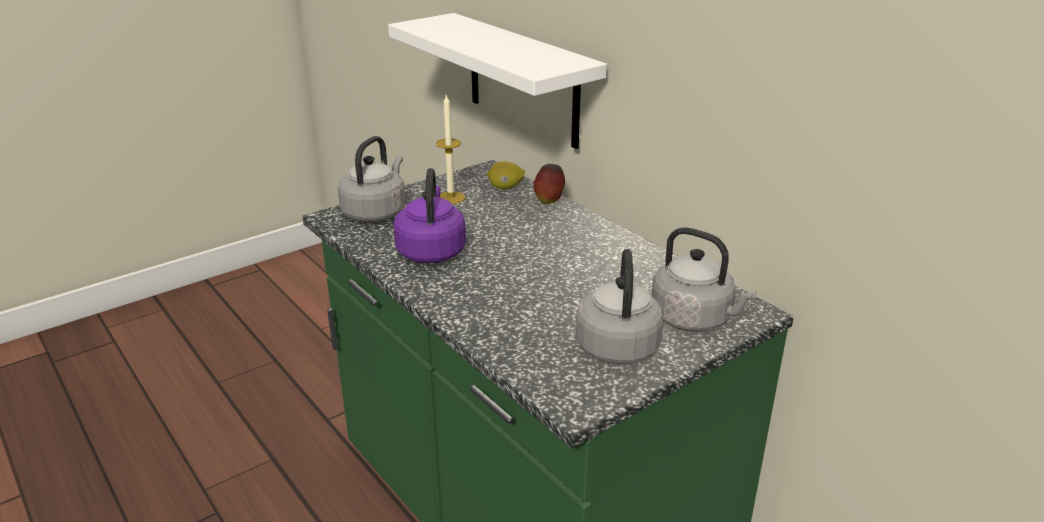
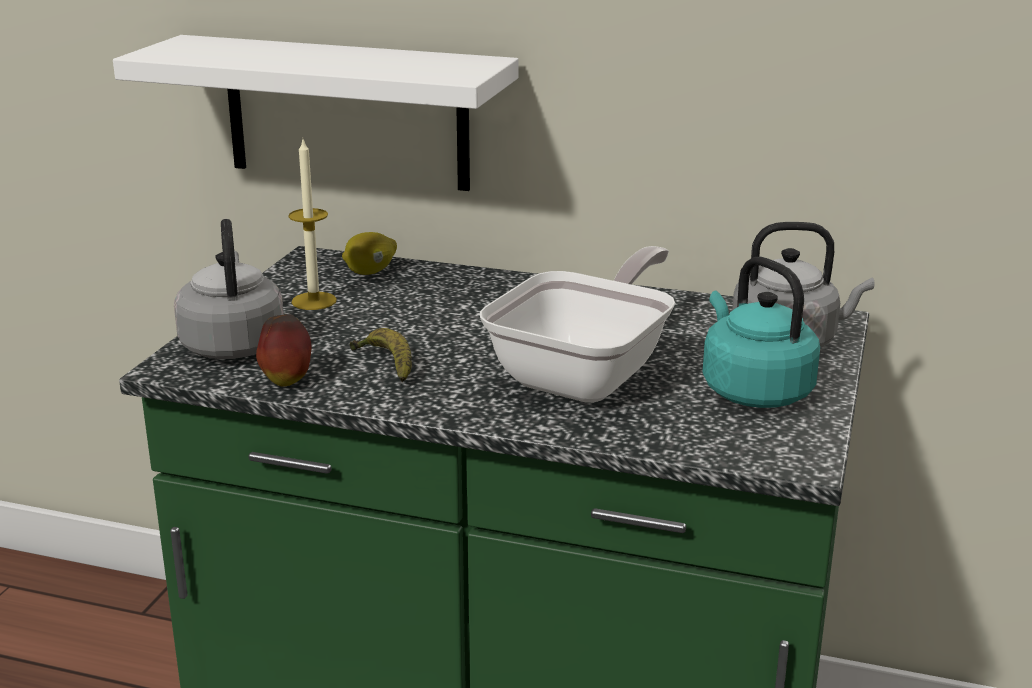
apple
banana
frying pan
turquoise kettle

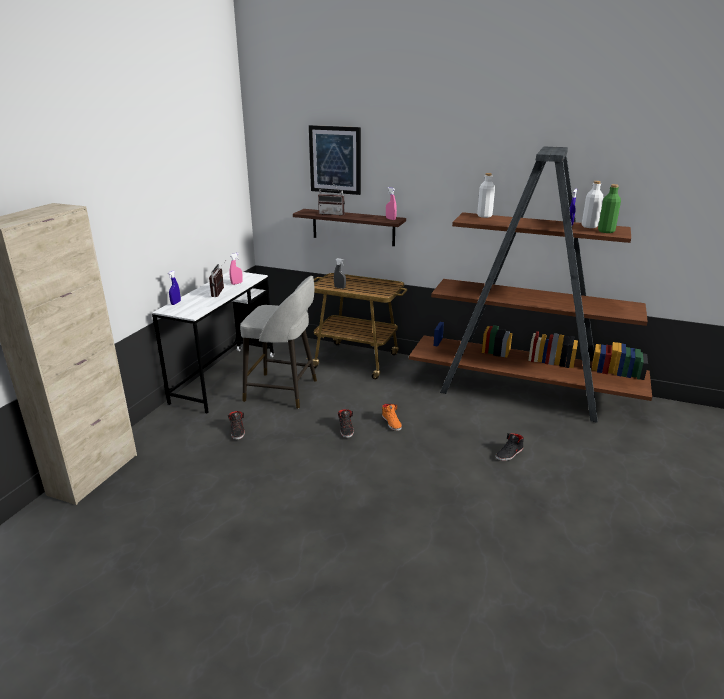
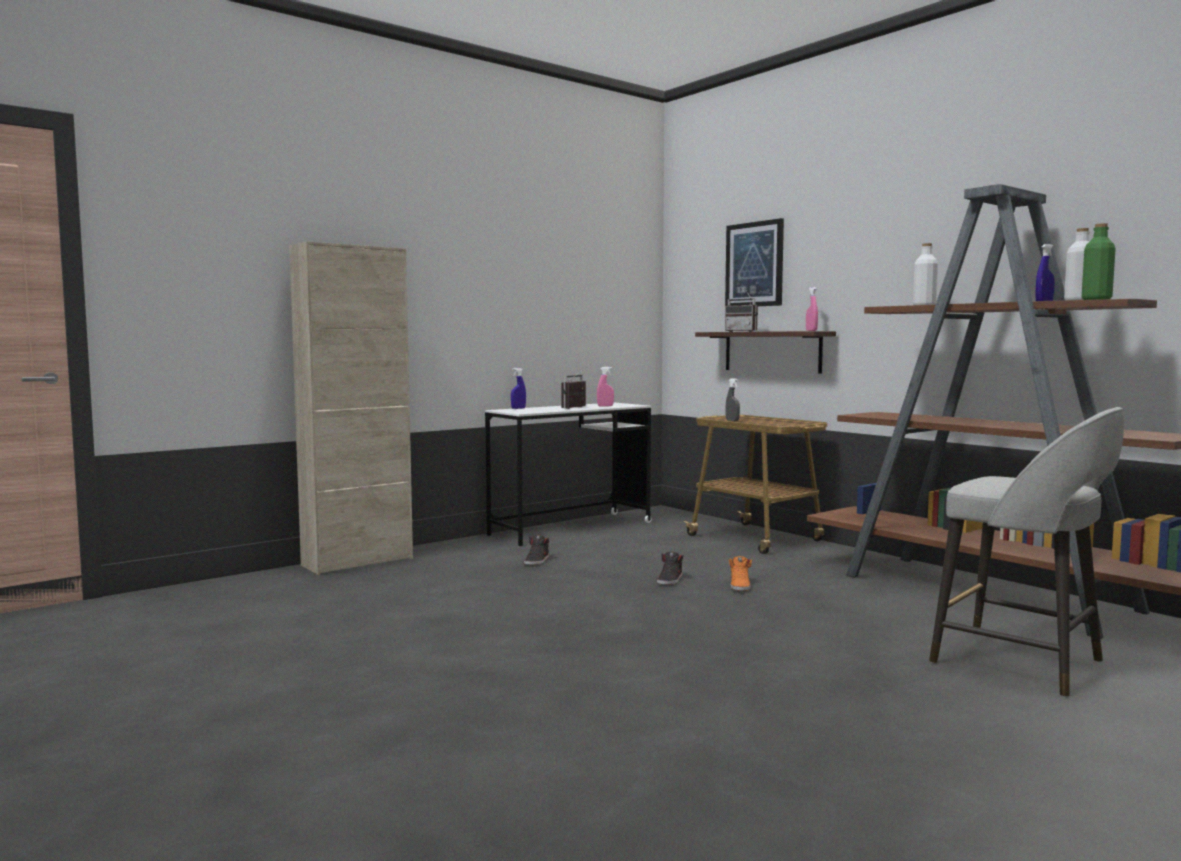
grey stool
black shoe (3rd from left in the first image)

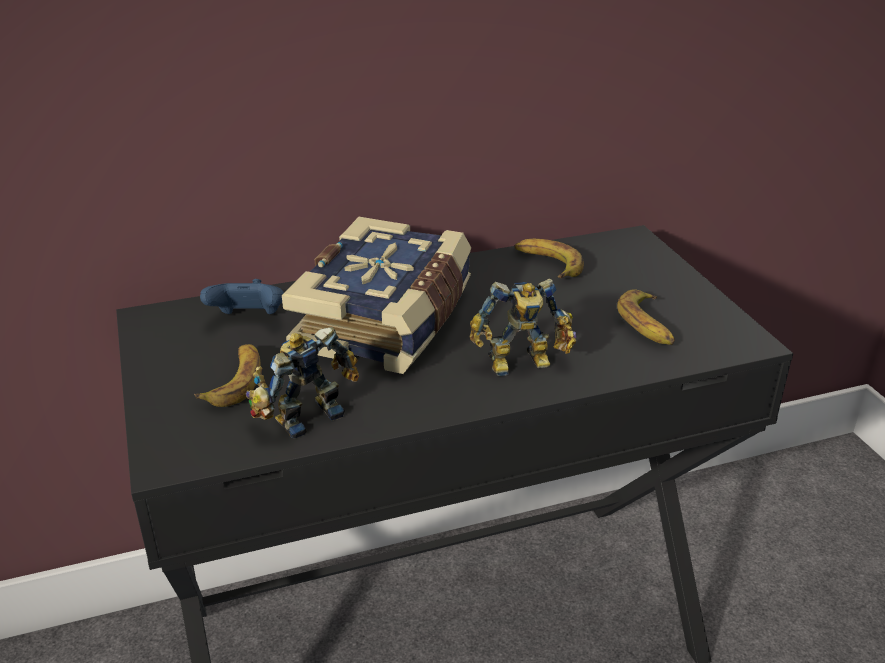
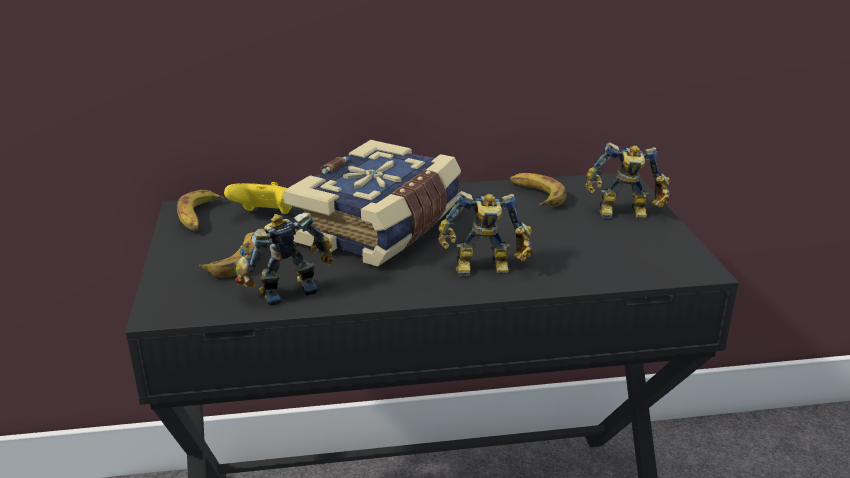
banana (1st from left)
yellow game controller
toy robot (3rd from left)

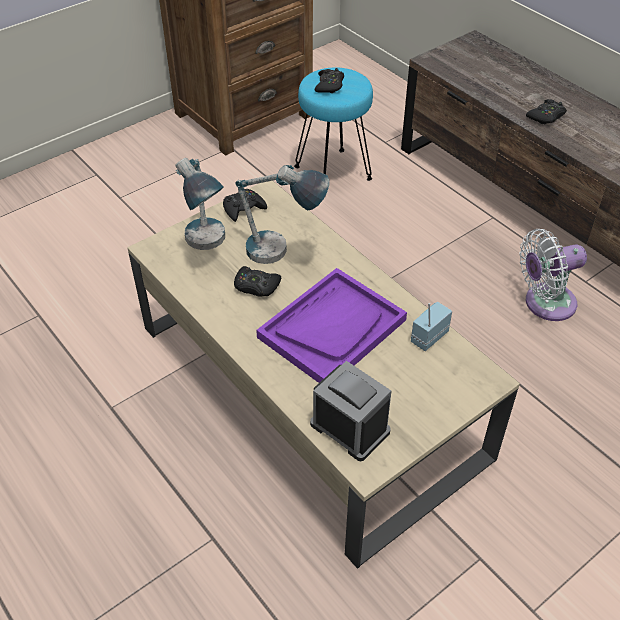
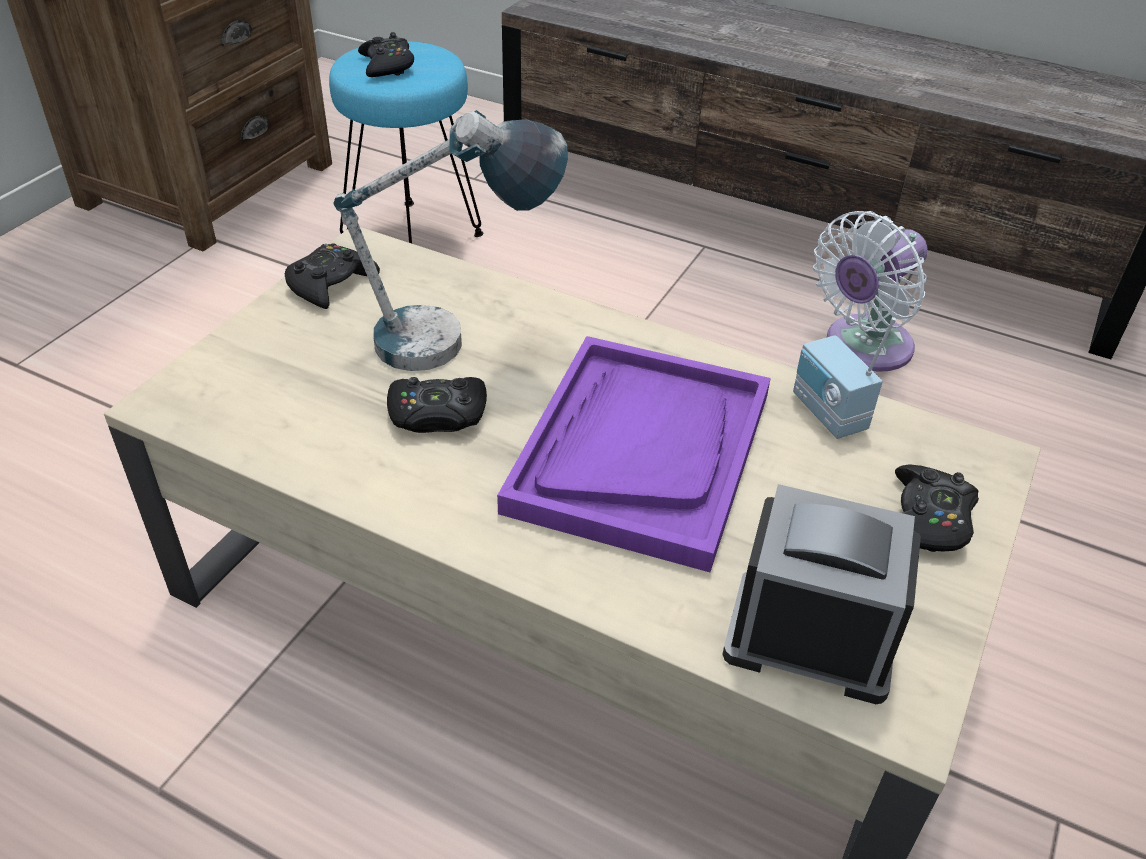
radio
black game controller (4th from left)
table lamp (1st from left in the first image)

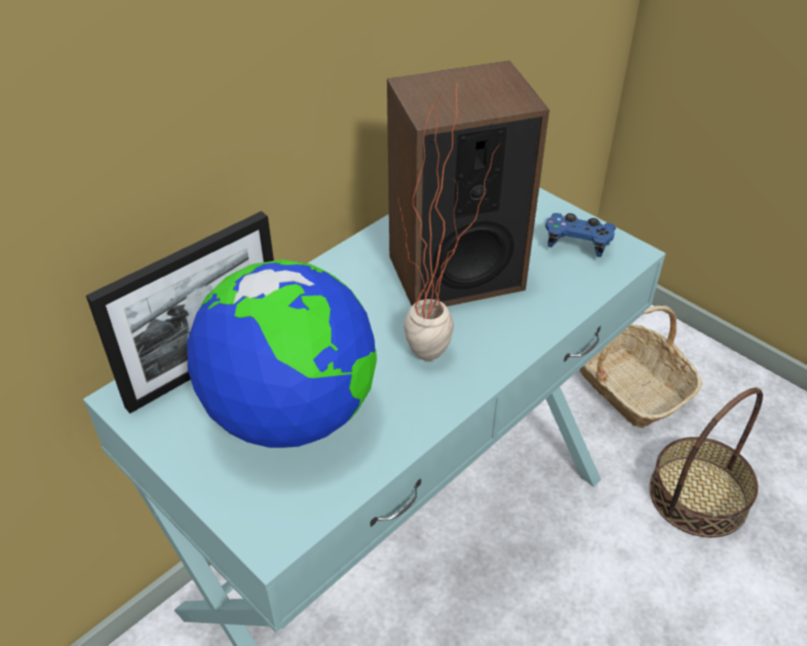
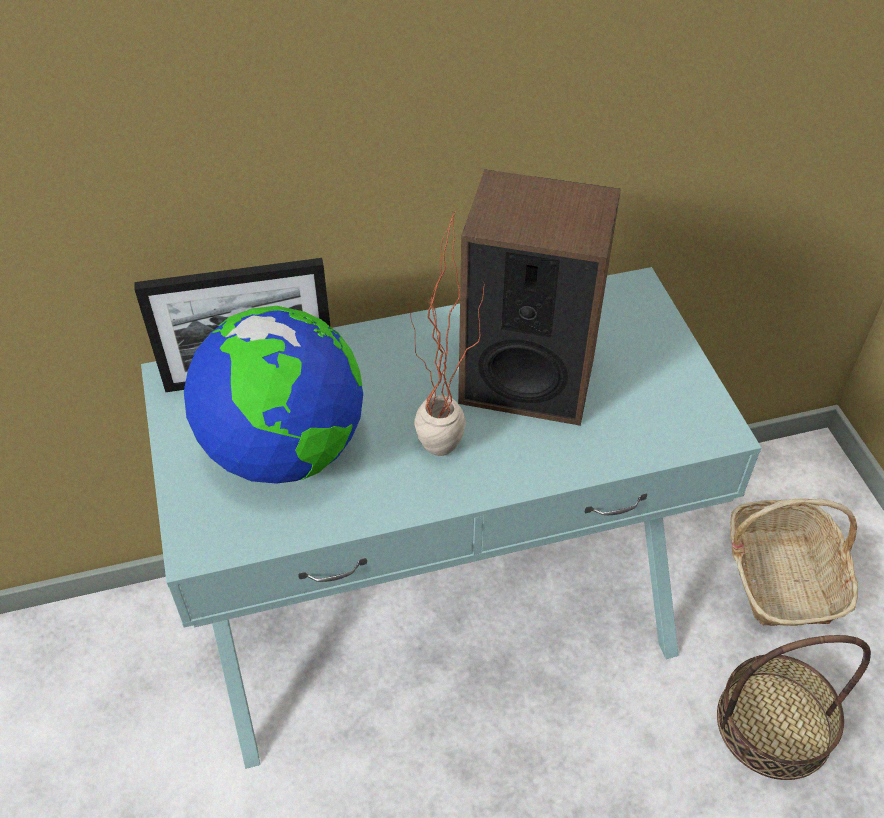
blue game controller

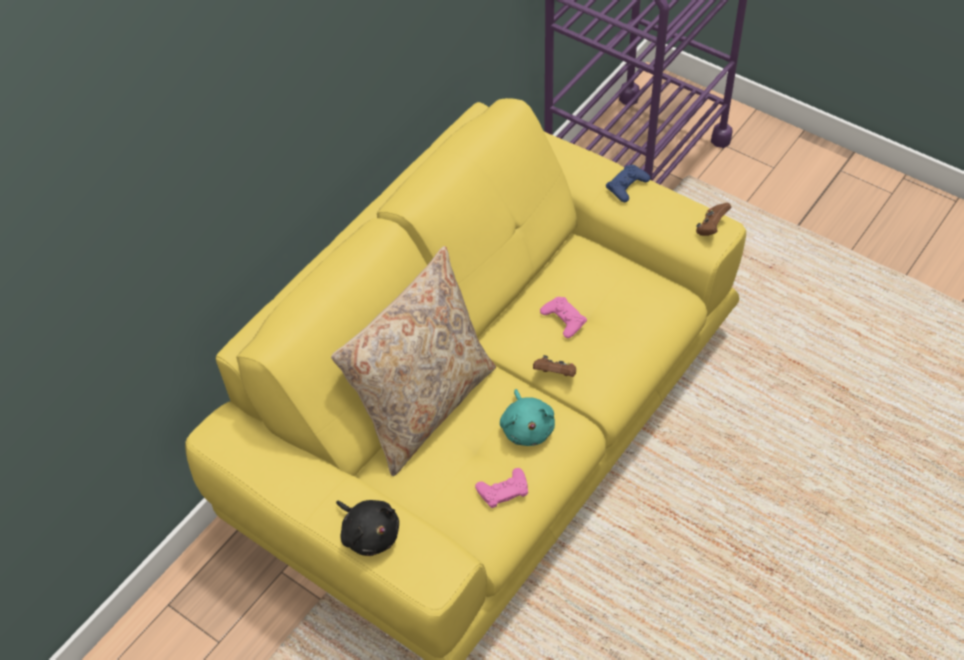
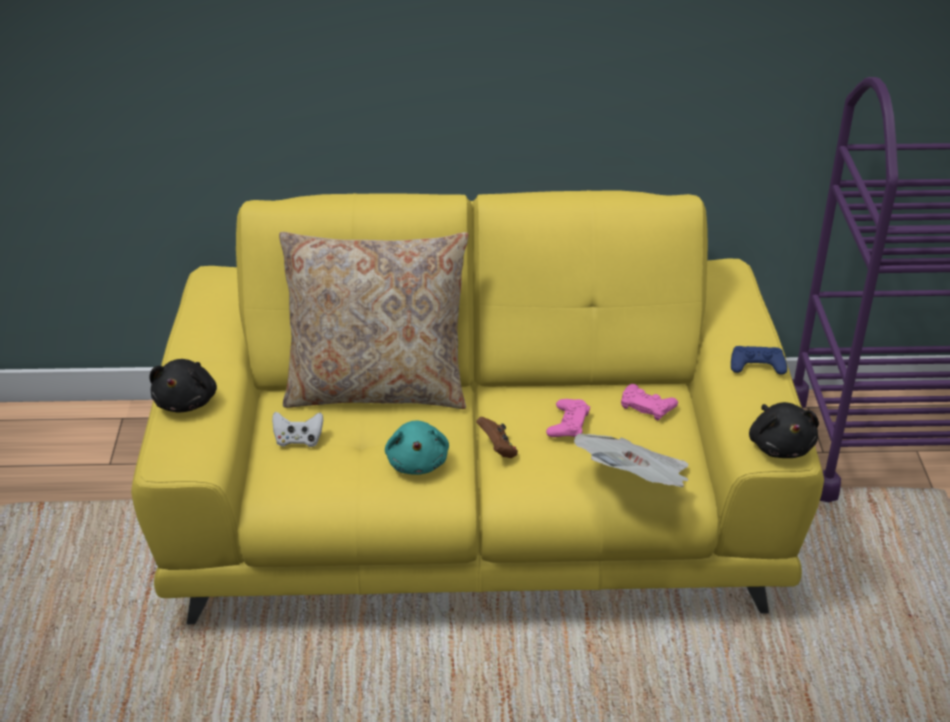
white game controller
turquoise plush toy
newspaper
pink game controller (2nd from left)
black plush toy (2nd from left)

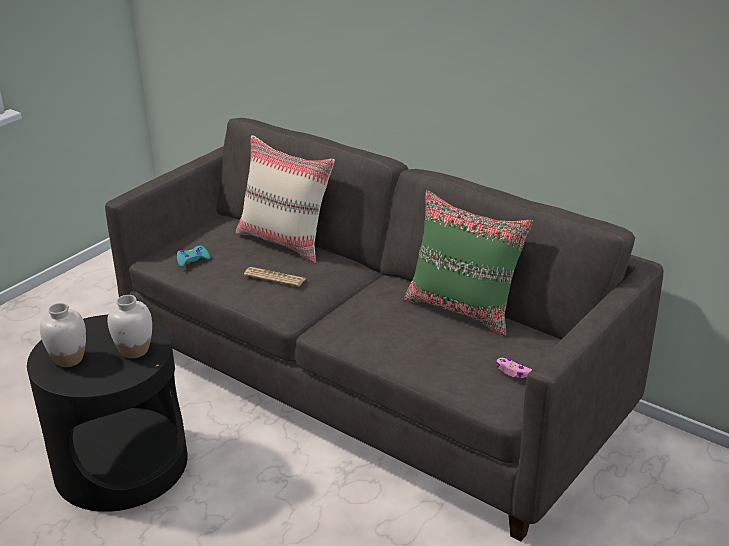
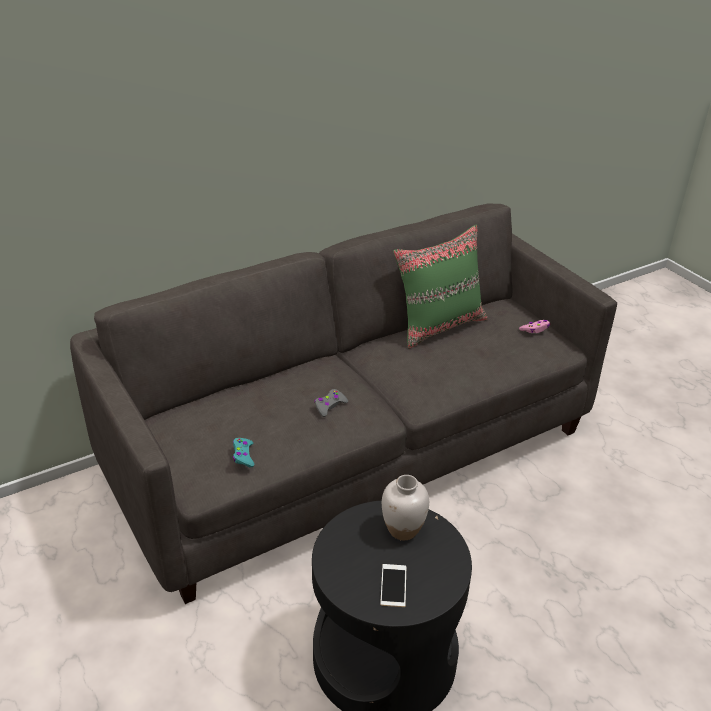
grey game controller
phone
beige pillow

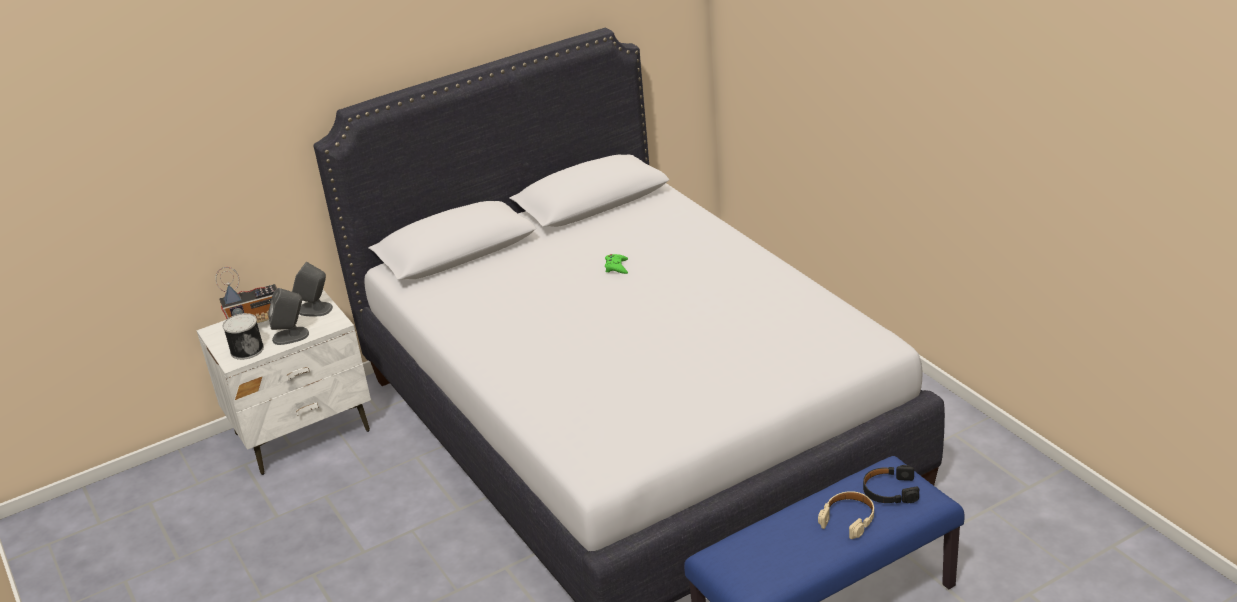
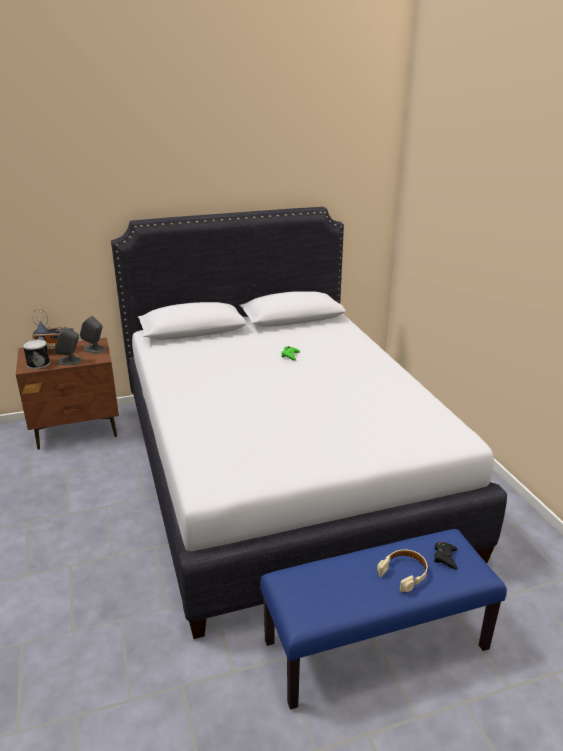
brown nightstand
black game controller

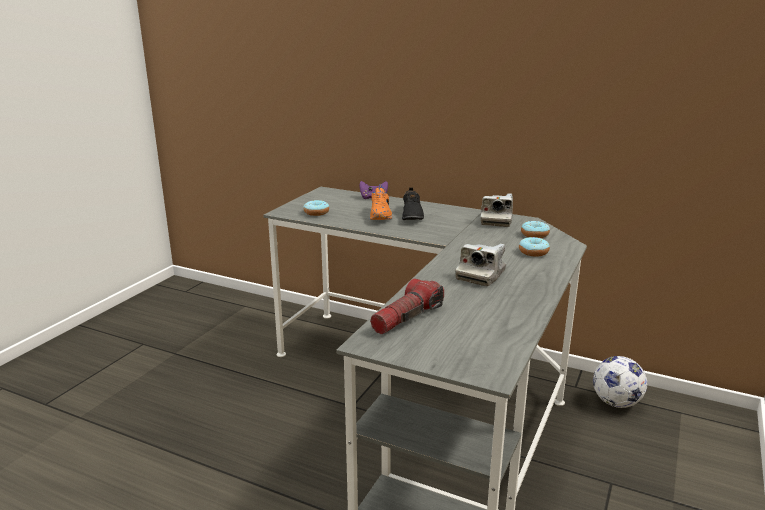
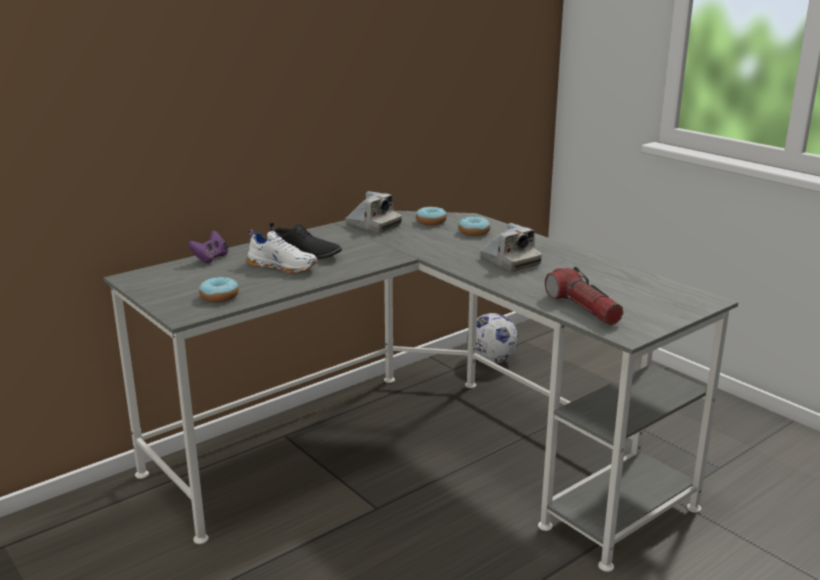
white shoe

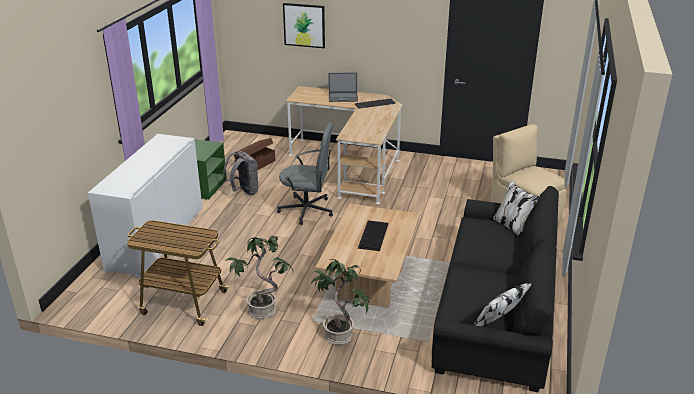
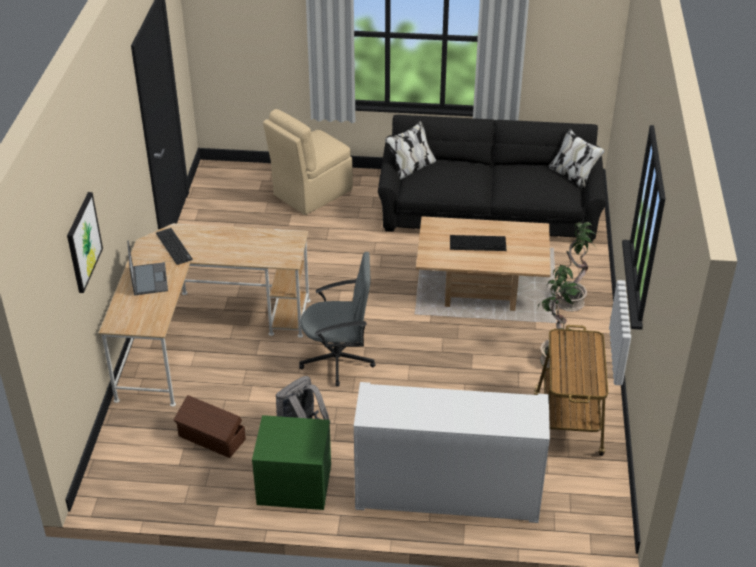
grey office chair

